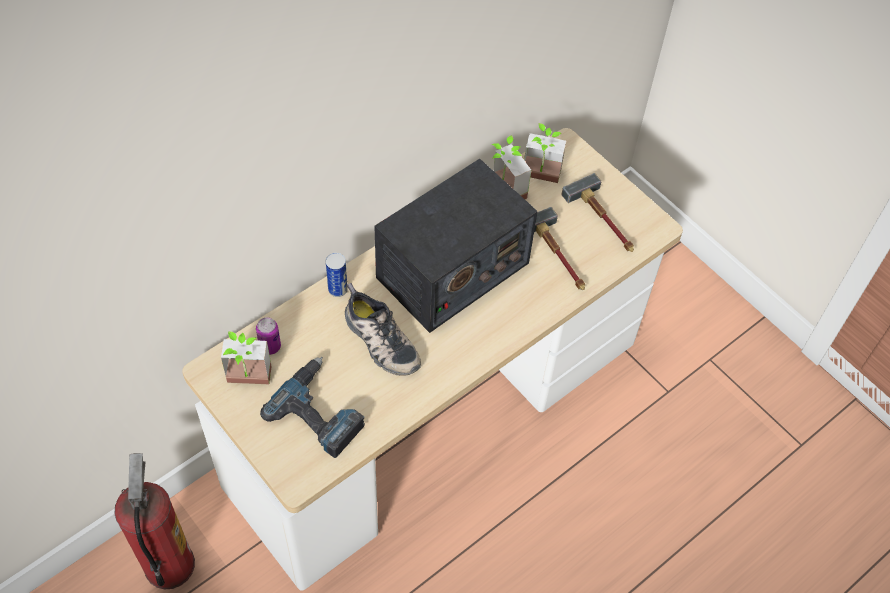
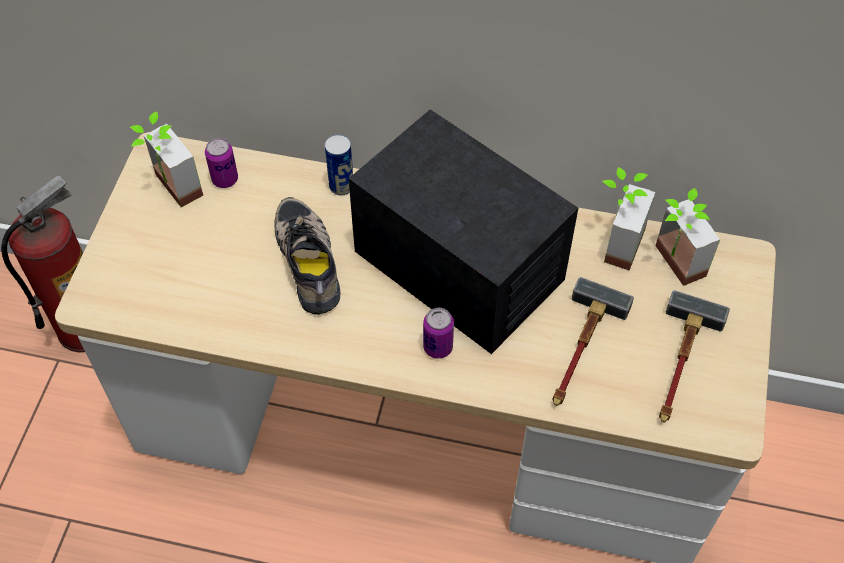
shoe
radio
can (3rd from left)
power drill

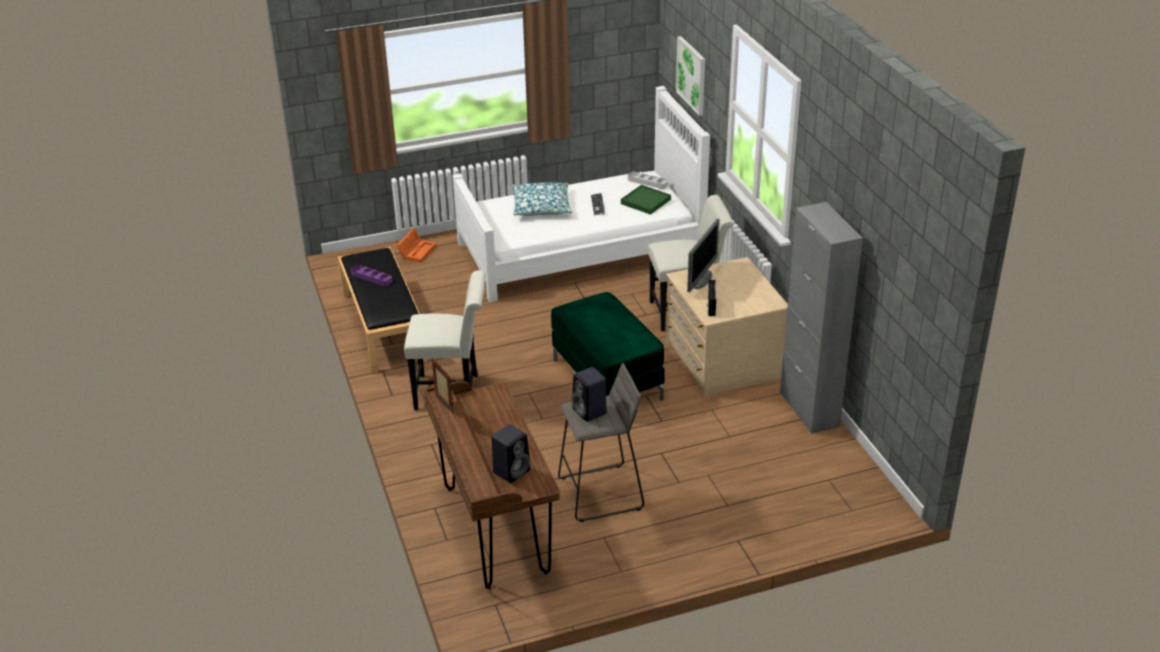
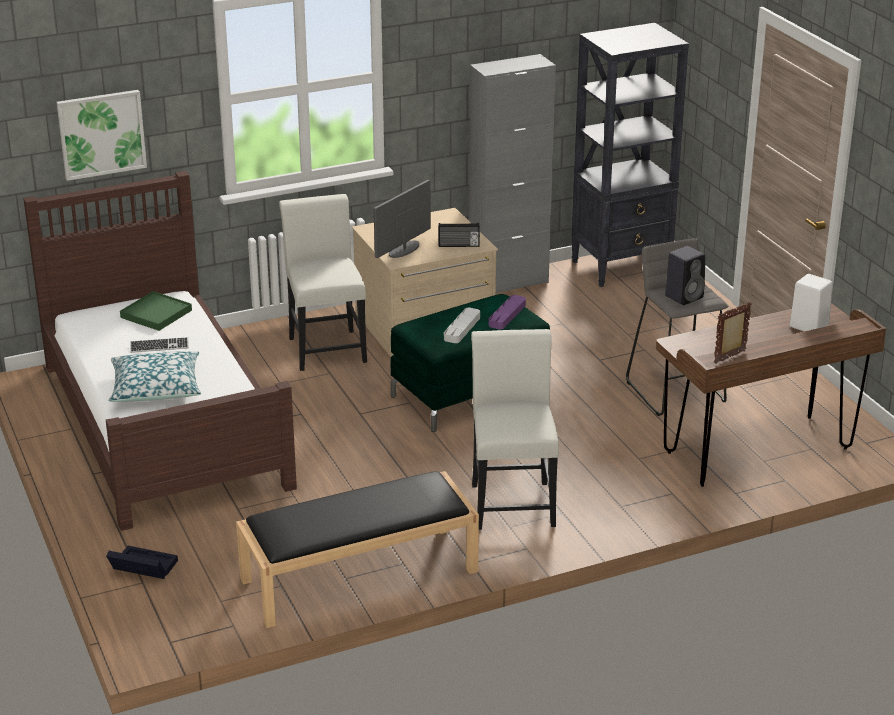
brown bed
black storage box
monitor
grey tray
purple tray
black bookcase
white speaker

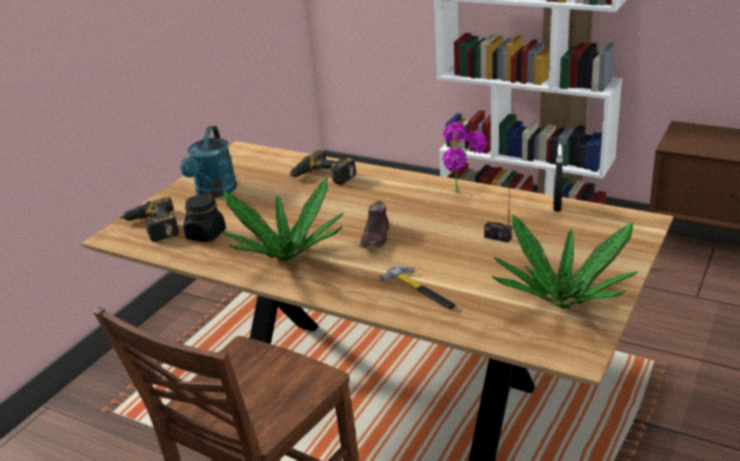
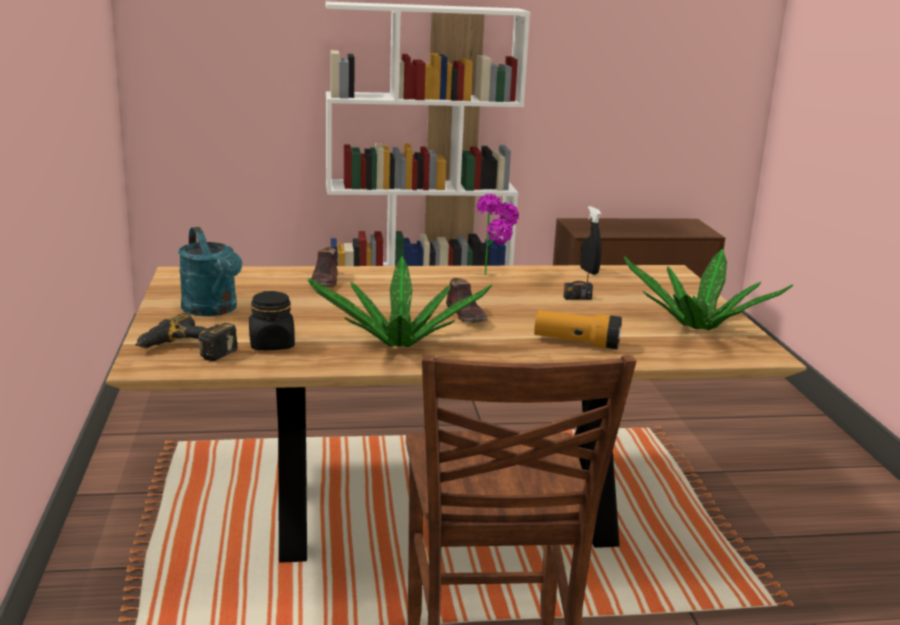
brown shoe (1st from left)
flashlight

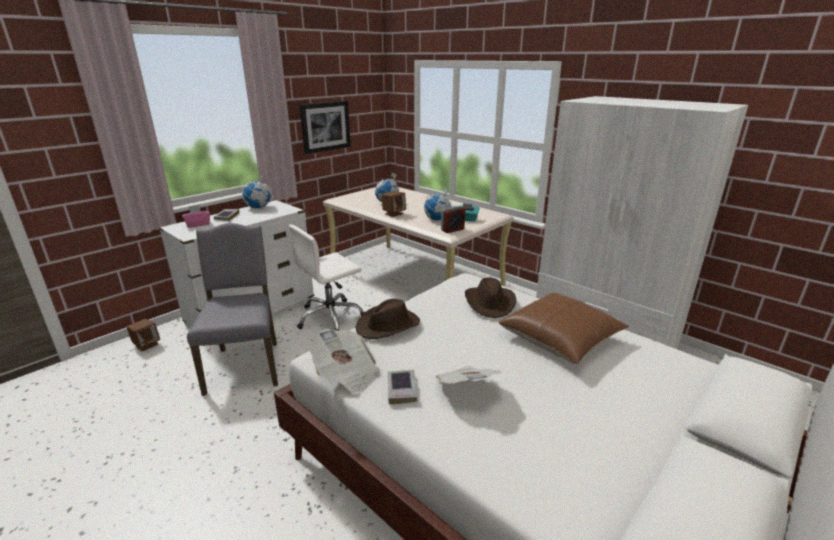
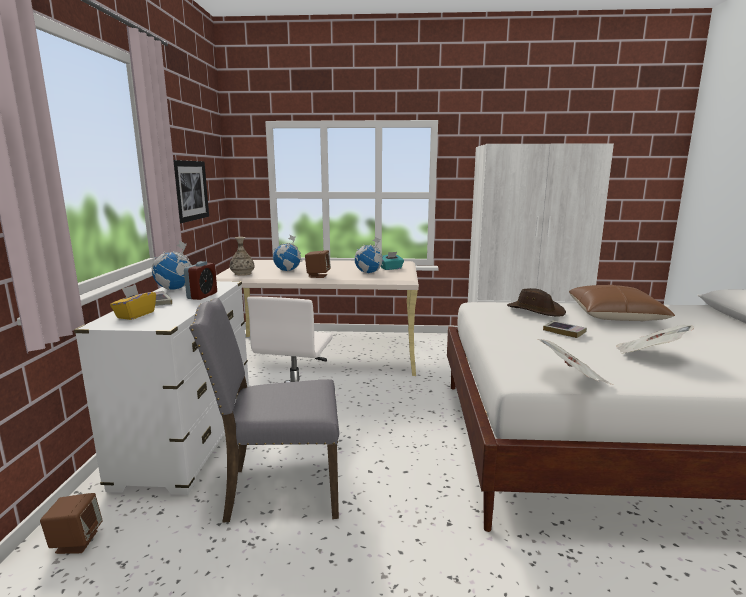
yellow tissue box
alarm clock
grey chair
vase
book (2nd from left)
brown hat (1st from left in the first image)

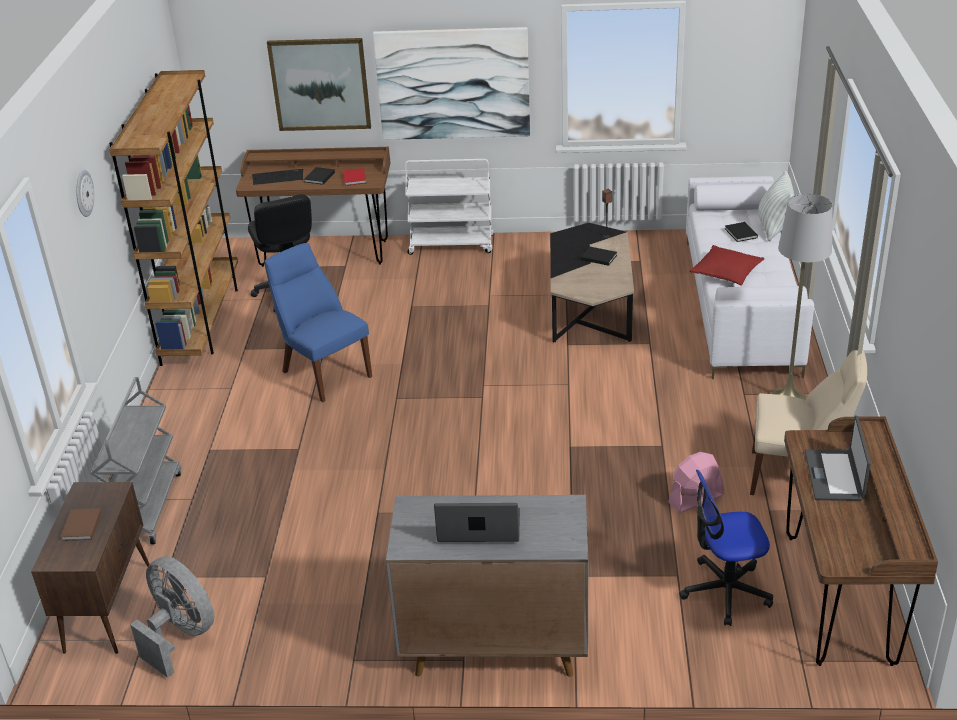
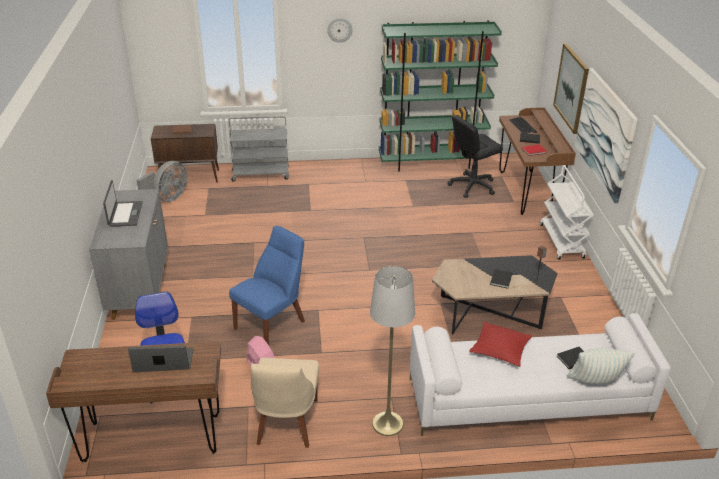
blue chair
green bookcase

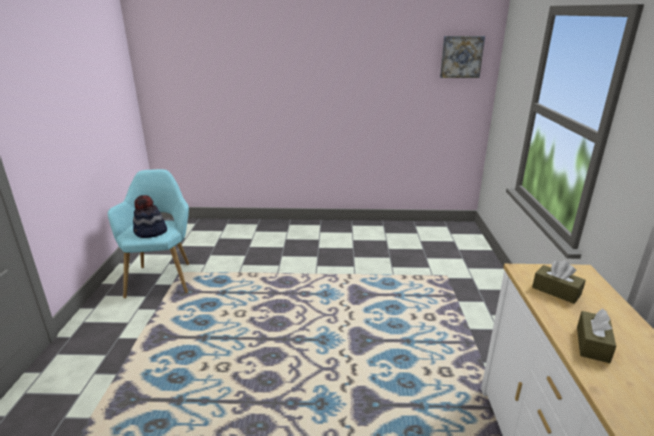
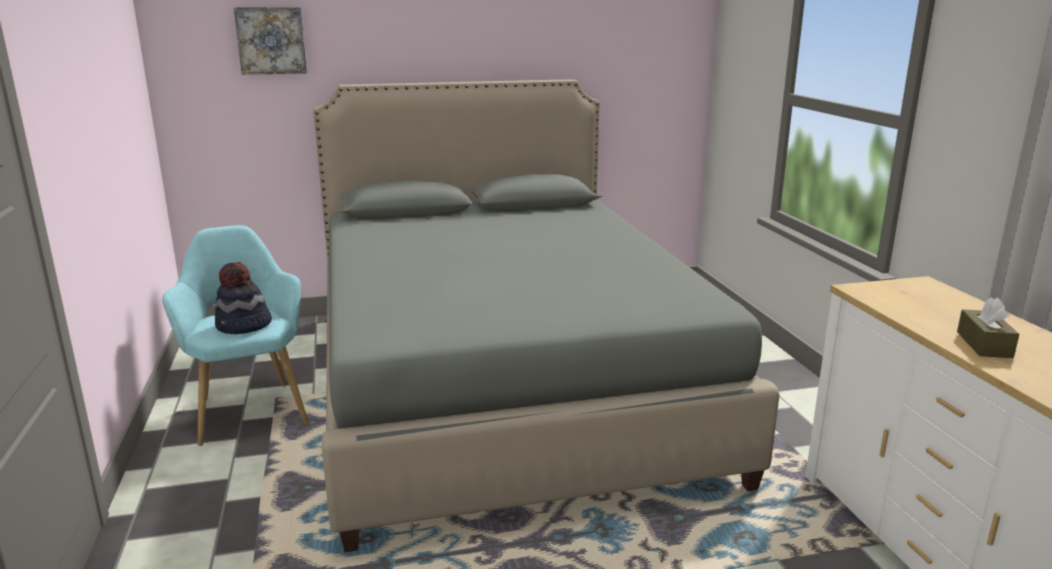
picture
grey bed
brown tissue box (1st from left in the first image)

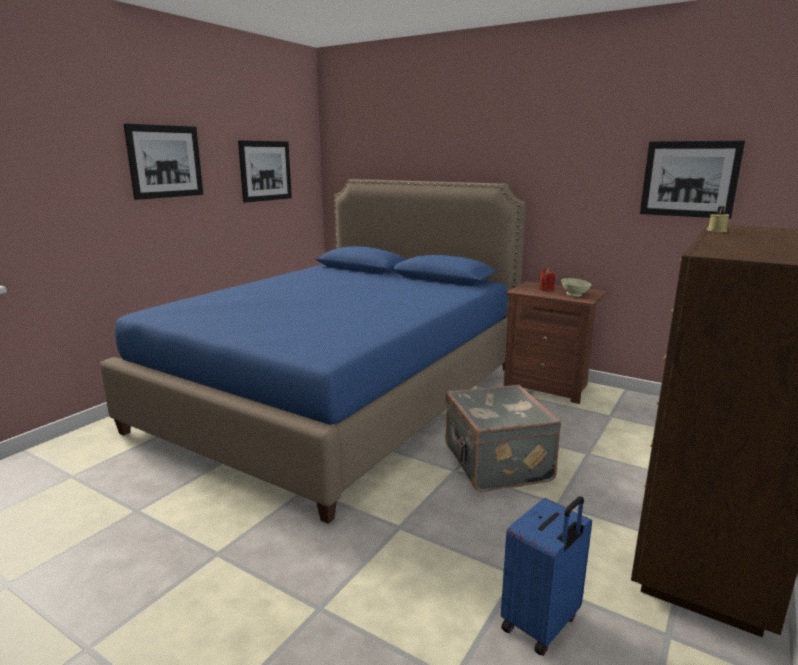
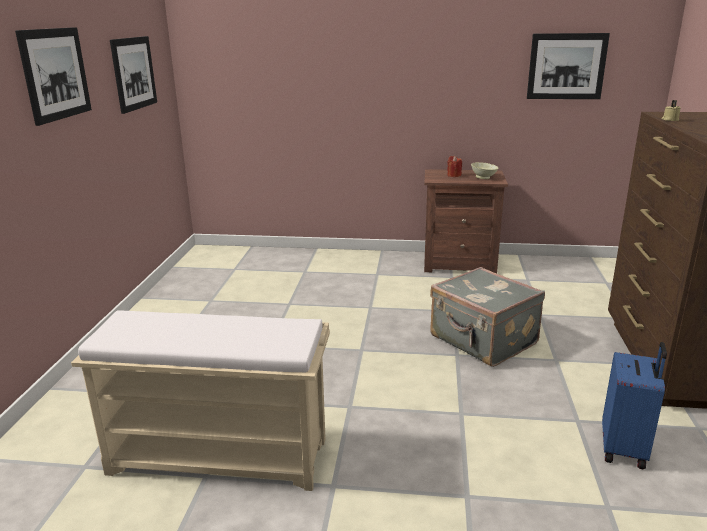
beige bench
blue bed

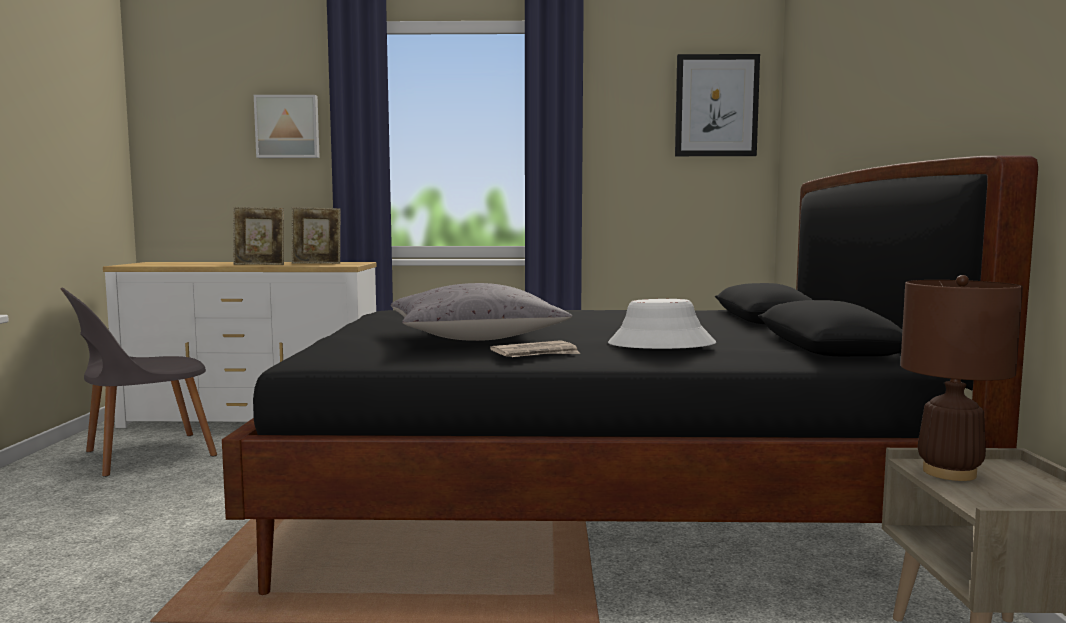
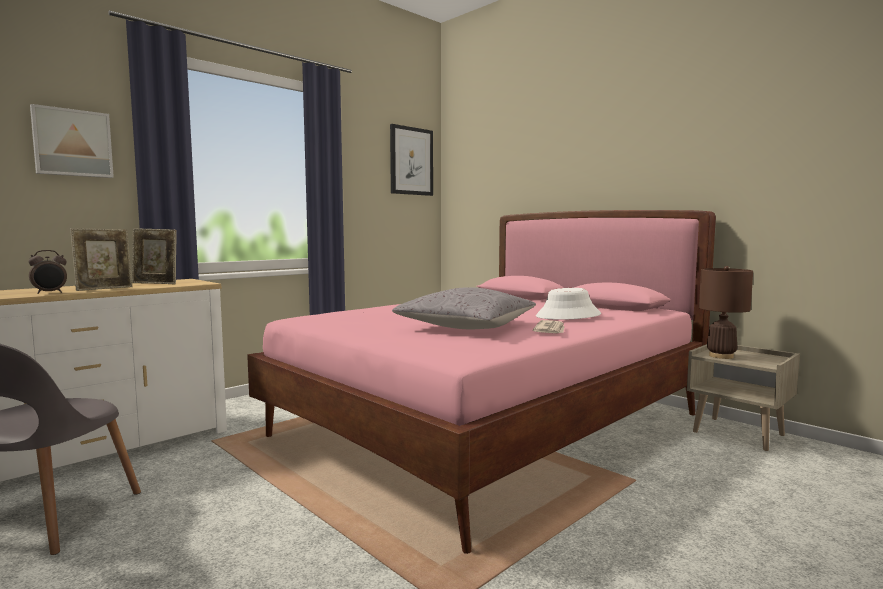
alarm clock
picture frame (2nd from left)
pink bed

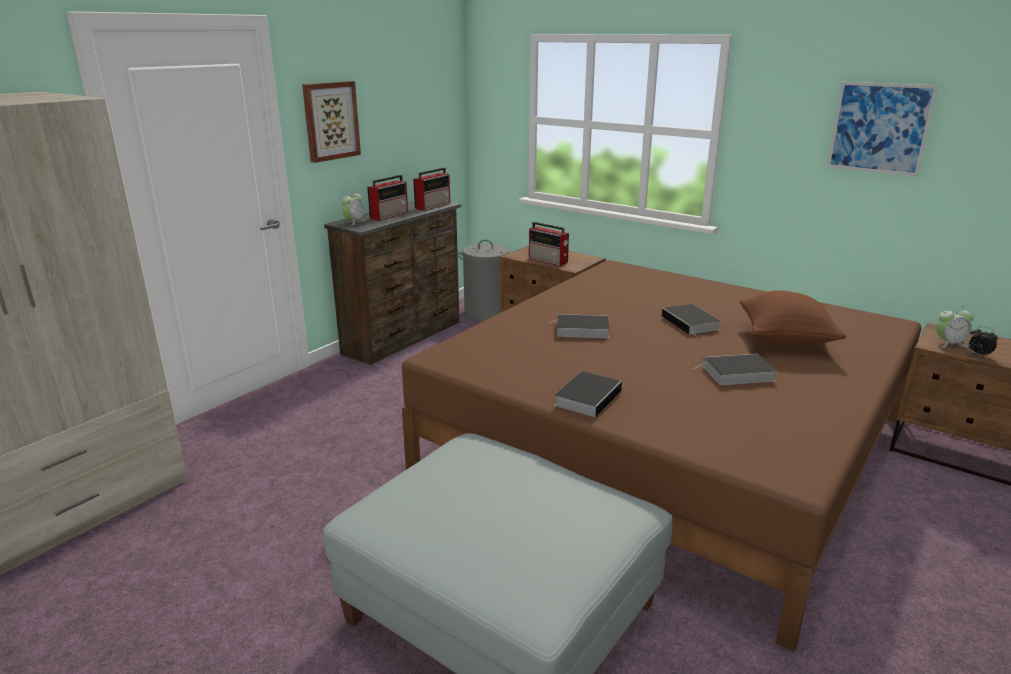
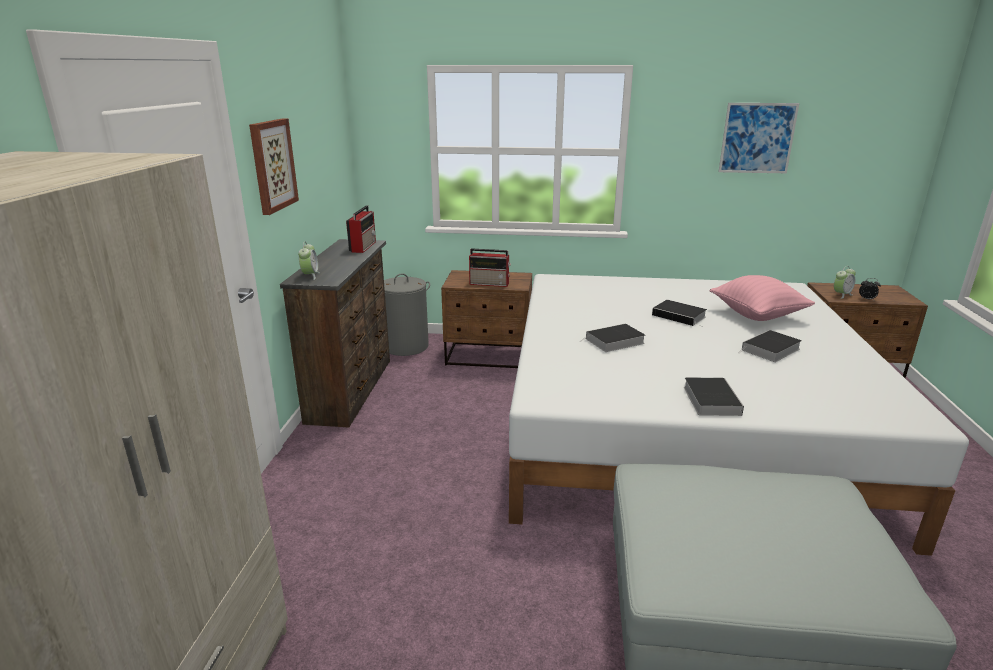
white bed
pink pillow
radio (1st from left in the first image)

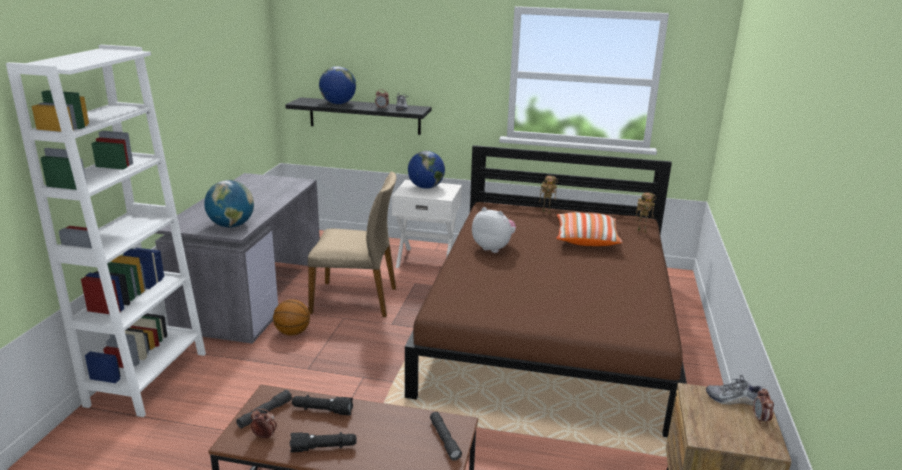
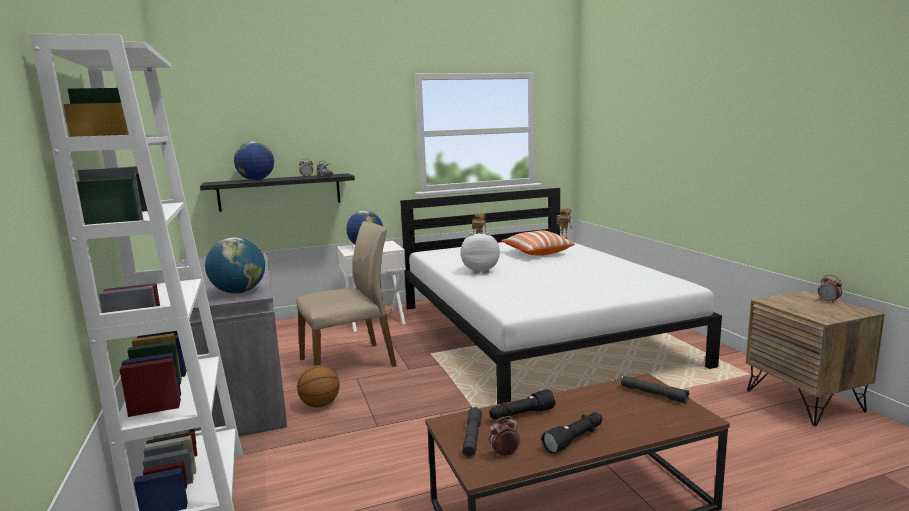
white bed
shoe (2nd from left in the first image)

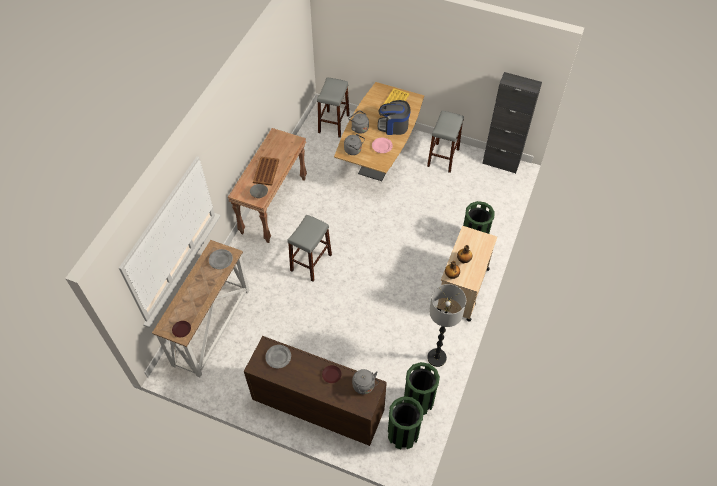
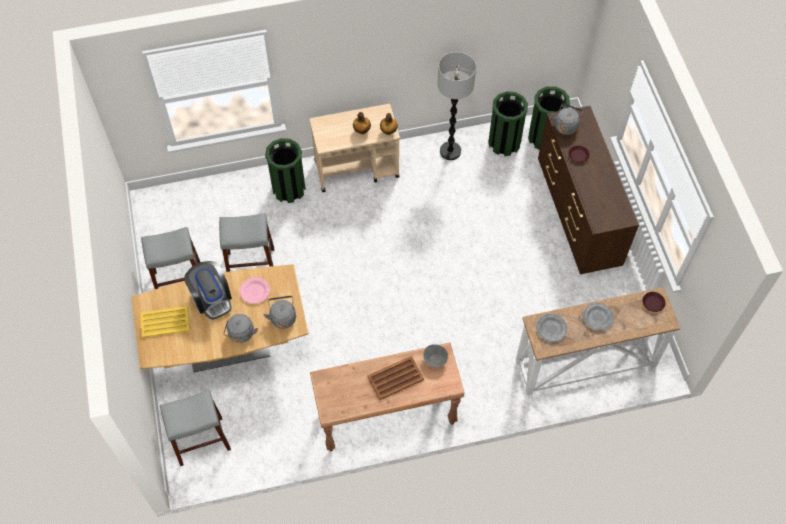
grey stool (3rd from left)
grey plate (2nd from left)
black cabinet

